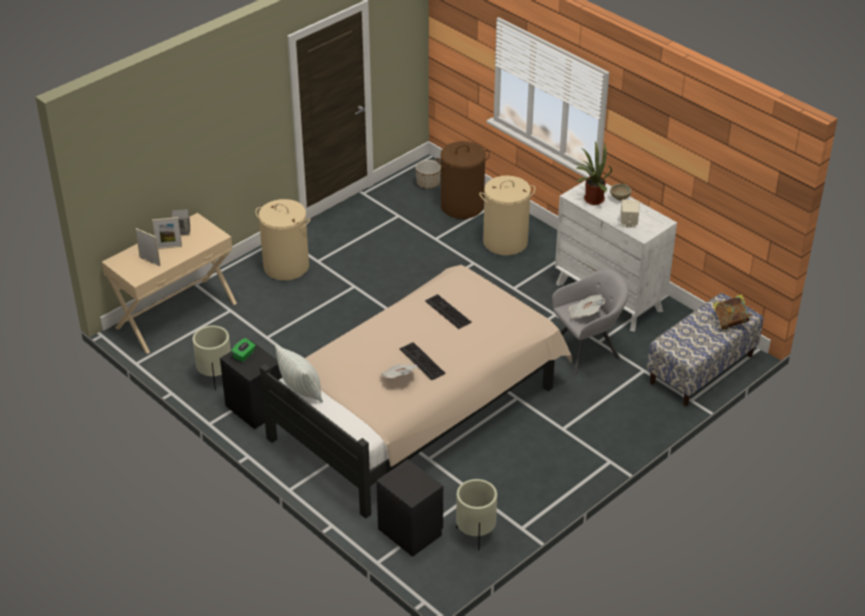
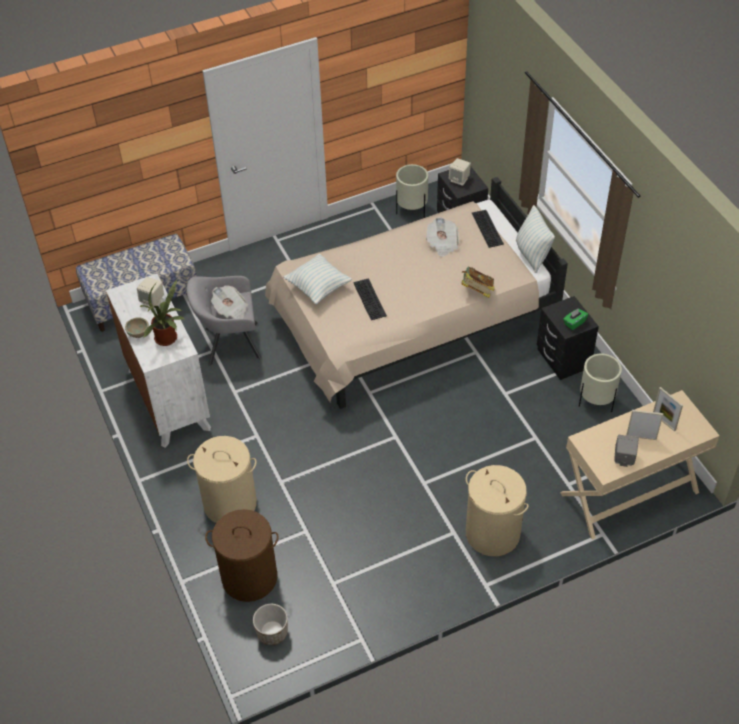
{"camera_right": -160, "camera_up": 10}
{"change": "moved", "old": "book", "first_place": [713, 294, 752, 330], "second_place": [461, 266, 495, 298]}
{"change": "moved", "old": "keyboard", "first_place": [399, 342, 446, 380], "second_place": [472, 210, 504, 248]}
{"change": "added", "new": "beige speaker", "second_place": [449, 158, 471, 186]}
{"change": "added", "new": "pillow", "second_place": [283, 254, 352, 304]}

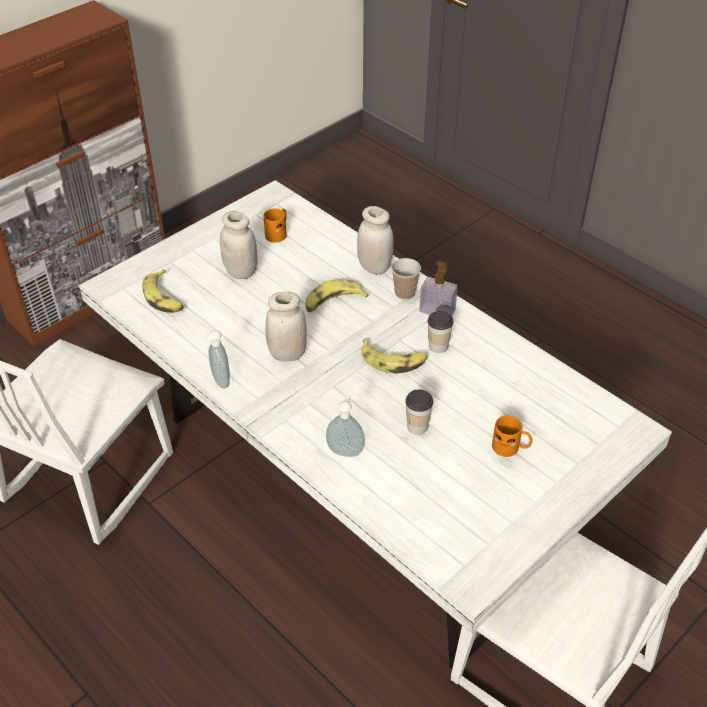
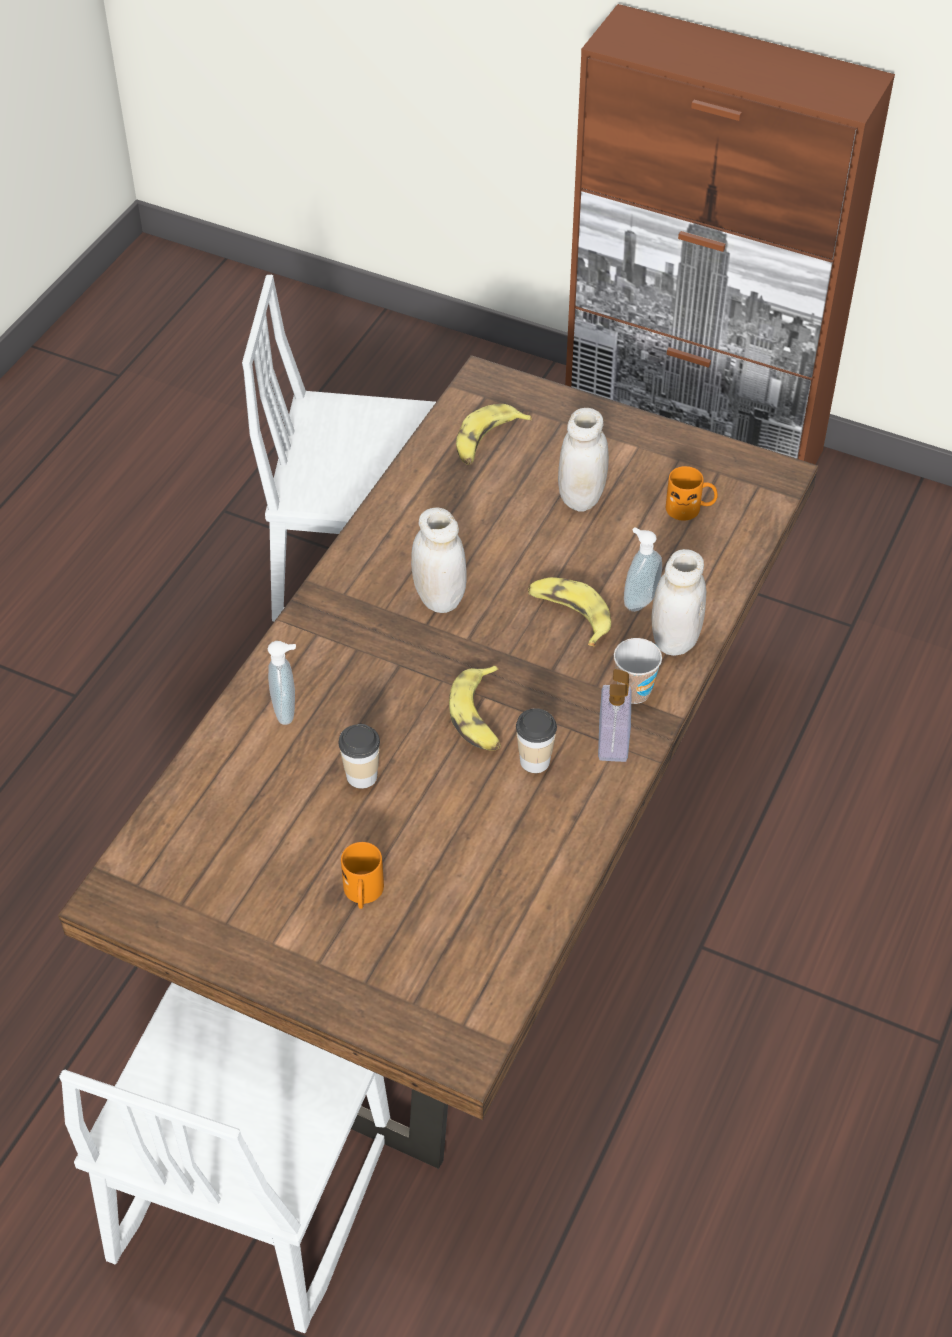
{"camera_right": 70, "camera_up": 5}
{"change": "recoloured", "old": "white dining table", "new": "brown dining table", "first_place": [79, 180, 672, 669], "second_place": [58, 355, 818, 1169]}
{"change": "moved", "old": "soap dispenser", "first_place": [203, 330, 230, 388], "second_place": [624, 527, 662, 612]}

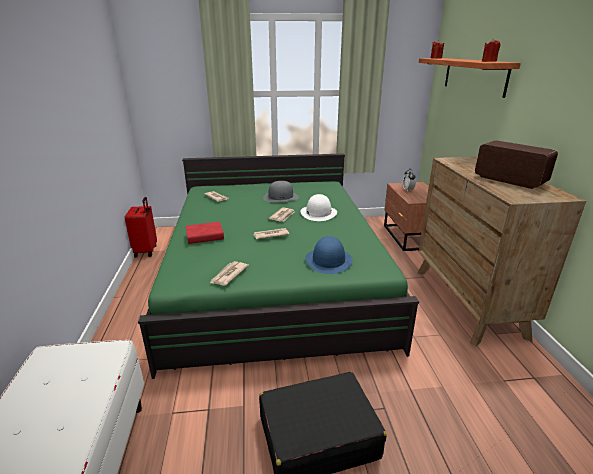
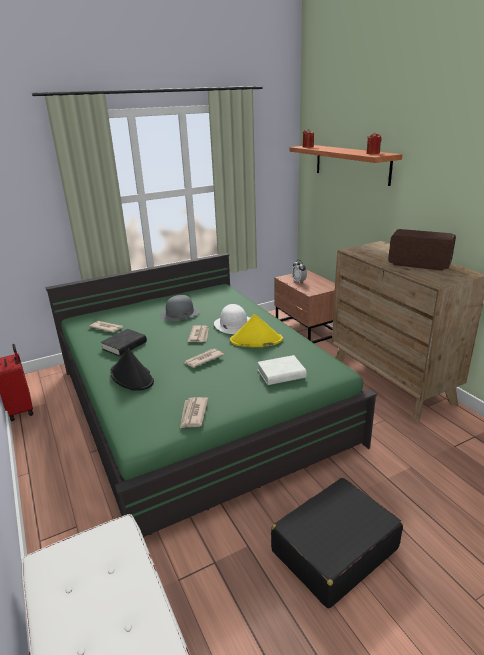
{"camera_right": -20, "camera_up": 0}
{"change": "replaced", "old": "red book", "new": "black hat", "first_place": [186, 222, 224, 244], "second_place": [110, 348, 154, 391]}
{"change": "replaced", "old": "blue hat", "new": "white book", "first_place": [305, 236, 353, 274], "second_place": [258, 355, 306, 385]}
{"change": "added", "new": "yellow hat", "second_place": [230, 314, 283, 347]}
{"change": "added", "new": "black book", "second_place": [101, 329, 147, 356]}

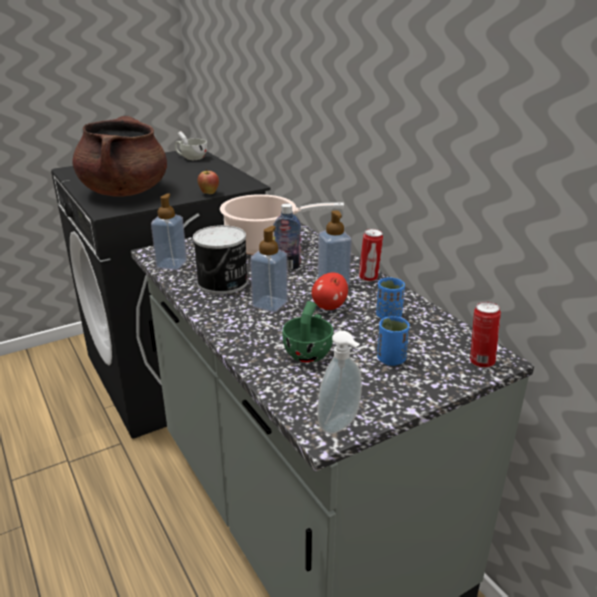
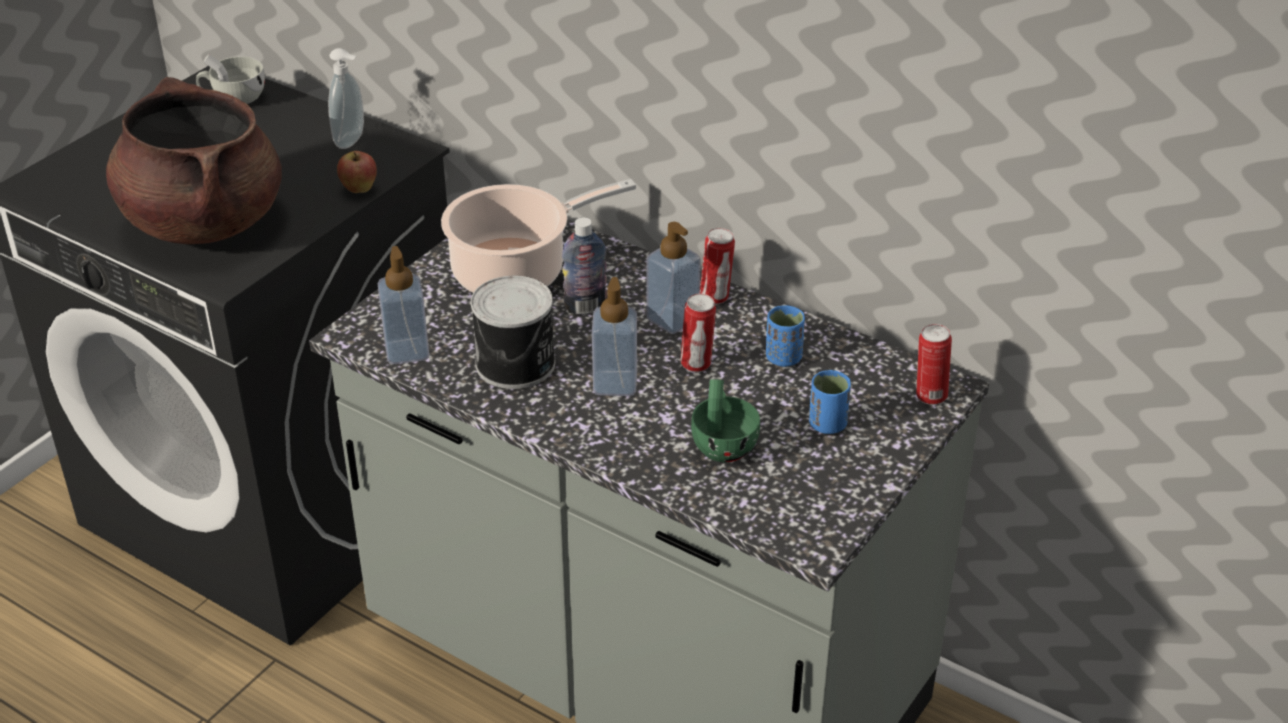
{"camera_right": -25, "camera_up": 10}
{"change": "replaced", "old": "apple", "new": "can", "first_place": [312, 273, 348, 310], "second_place": [680, 294, 716, 372]}
{"change": "moved", "old": "soap dispenser", "first_place": [317, 331, 362, 434], "second_place": [328, 48, 364, 149]}

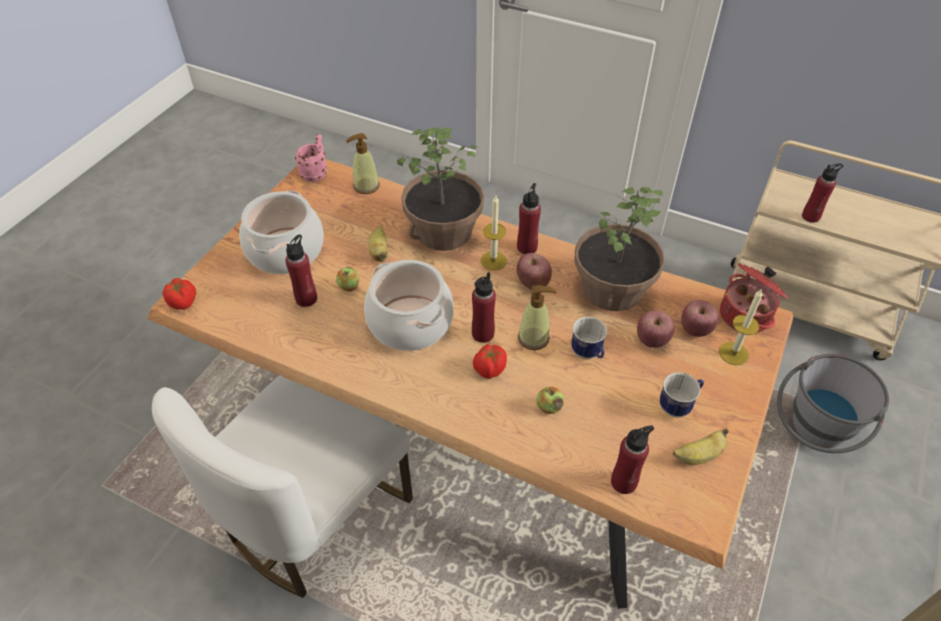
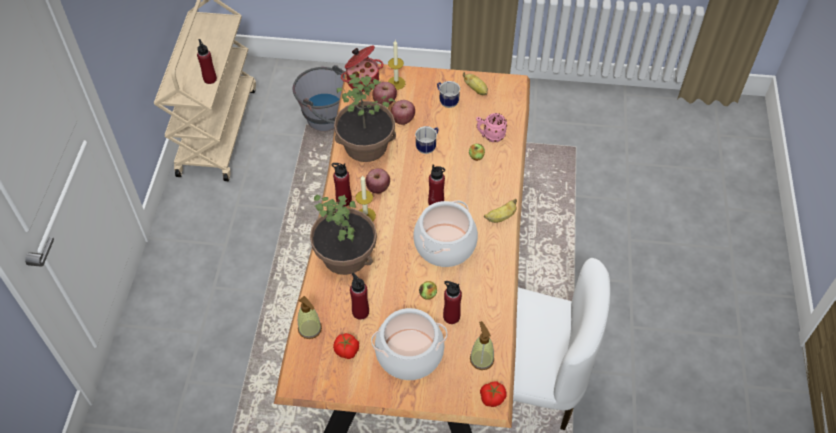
{"camera_right": -110, "camera_up": 5}
{"change": "moved", "old": "pink mug", "first_place": [295, 134, 327, 182], "second_place": [476, 113, 507, 142]}
{"change": "moved", "old": "banana", "first_place": [368, 225, 388, 262], "second_place": [484, 199, 517, 223]}
{"change": "moved", "old": "soap dispenser", "first_place": [518, 285, 557, 350], "second_place": [470, 321, 494, 370]}
{"change": "moved", "old": "tomato", "first_place": [473, 344, 507, 379], "second_place": [333, 333, 359, 359]}
{"change": "moved", "old": "red bottle", "first_place": [611, 425, 654, 494], "second_place": [350, 273, 369, 320]}

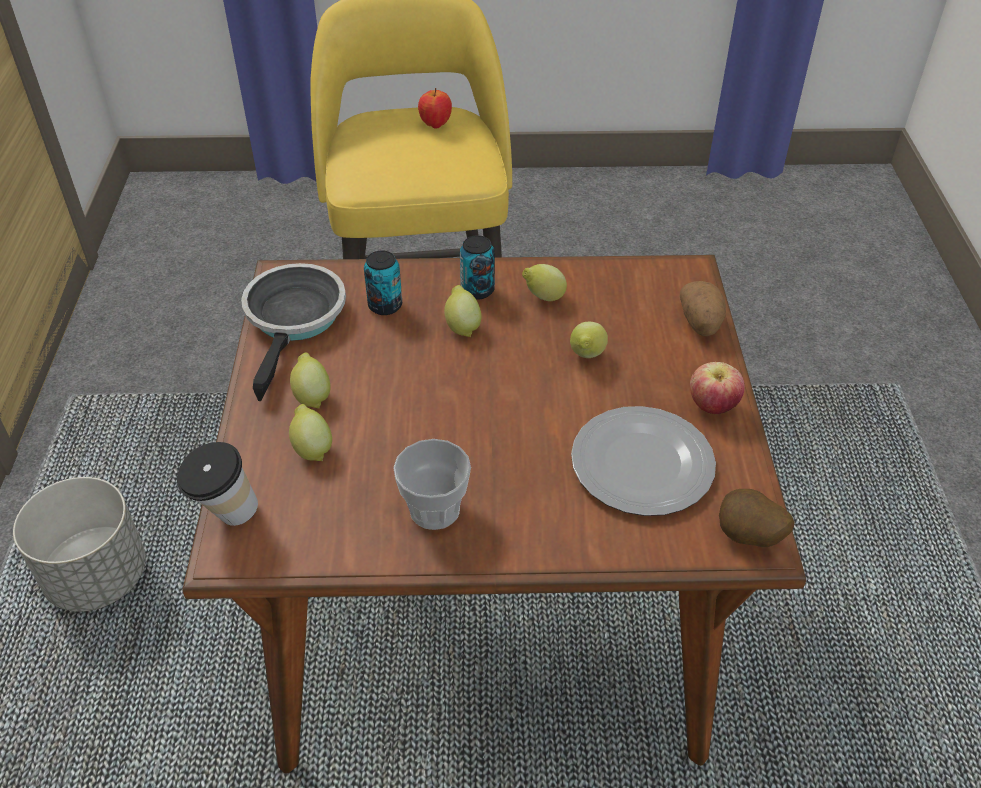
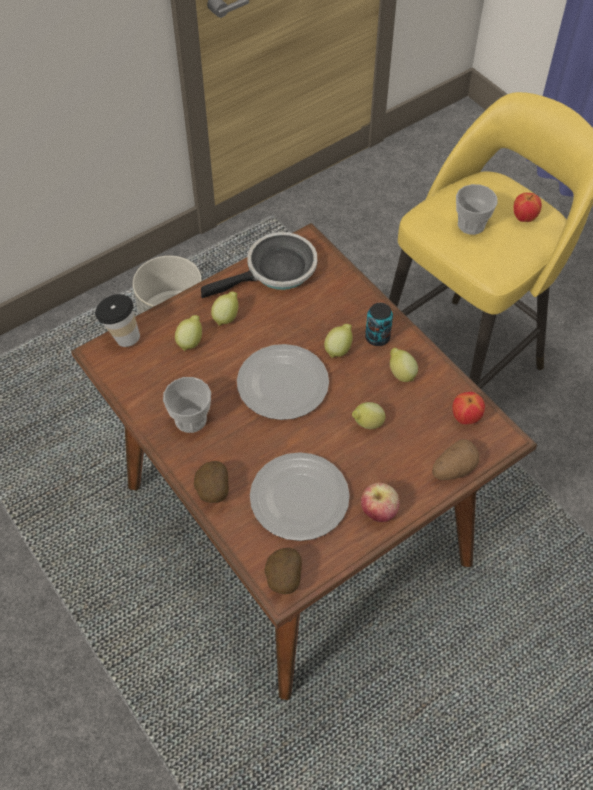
{"camera_right": 55, "camera_up": 10}
{"change": "removed", "old": "can", "first_place": [364, 250, 402, 315]}
{"change": "added", "new": "cup", "second_place": [456, 184, 498, 235]}
{"change": "added", "new": "plate", "second_place": [237, 344, 329, 420]}
{"change": "added", "new": "apple", "second_place": [452, 392, 485, 424]}
{"change": "added", "new": "potato", "second_place": [194, 461, 229, 503]}

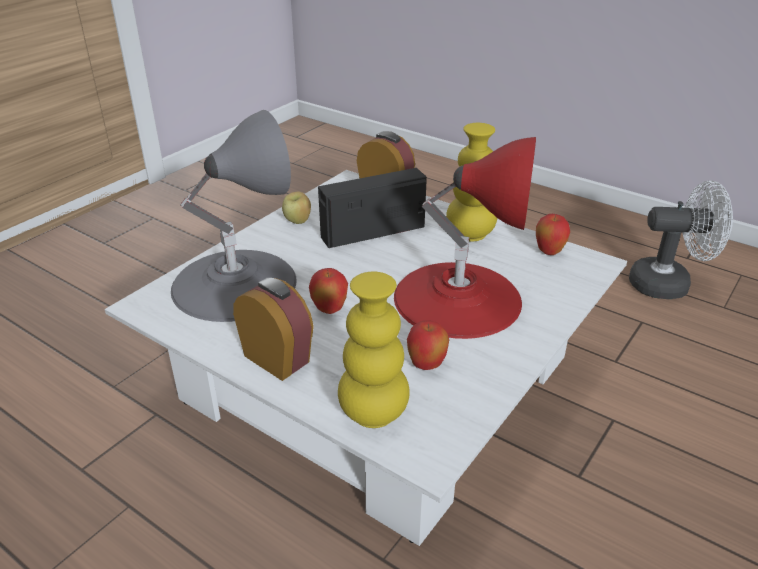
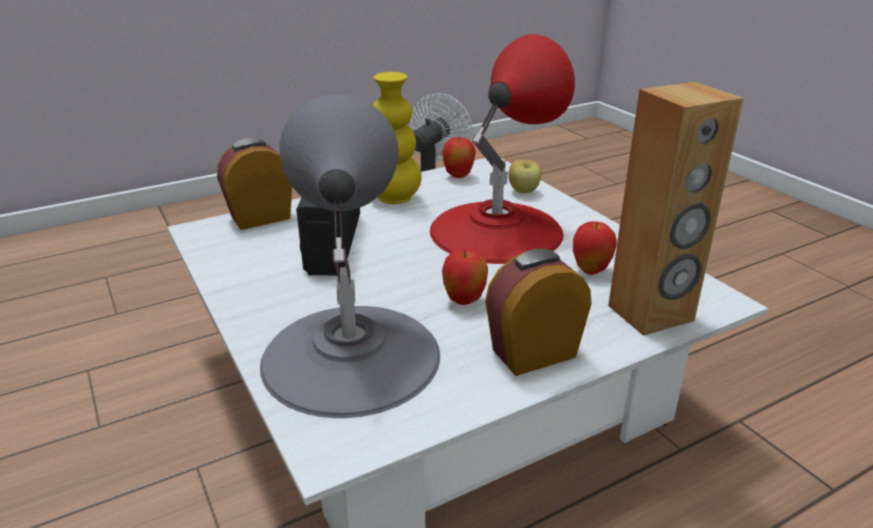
{"camera_right": -65, "camera_up": -5}
{"change": "moved", "old": "apple", "first_place": [282, 192, 311, 224], "second_place": [509, 160, 541, 193]}
{"change": "replaced", "old": "yellow vase", "new": "brown speaker", "first_place": [338, 272, 410, 428], "second_place": [608, 82, 744, 336]}

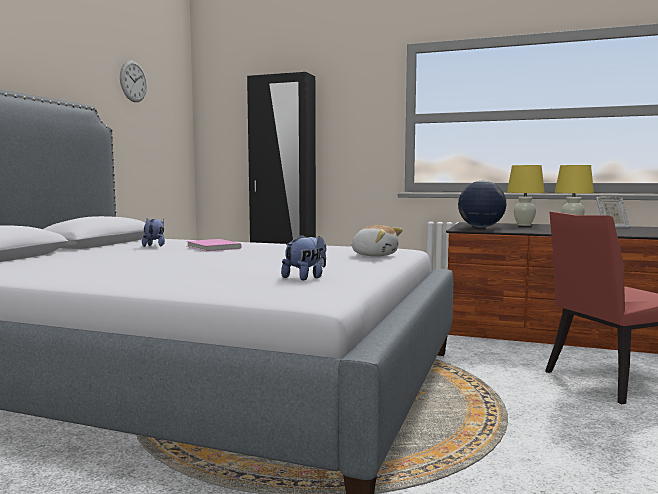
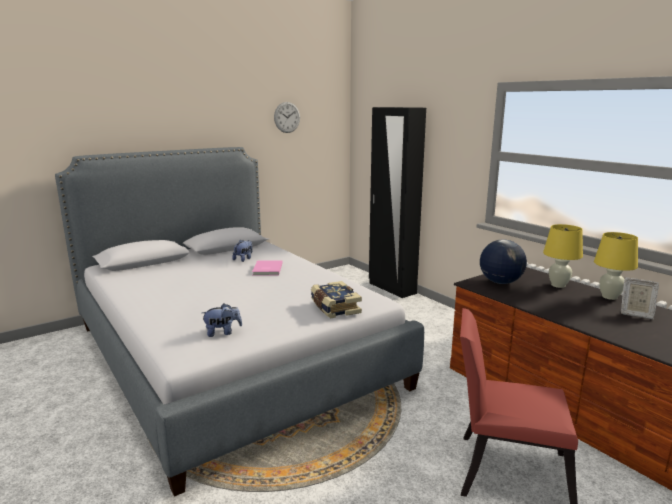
{"camera_right": 35, "camera_up": 10}
{"change": "replaced", "old": "plush toy", "new": "book", "first_place": [350, 225, 403, 257], "second_place": [311, 281, 362, 319]}

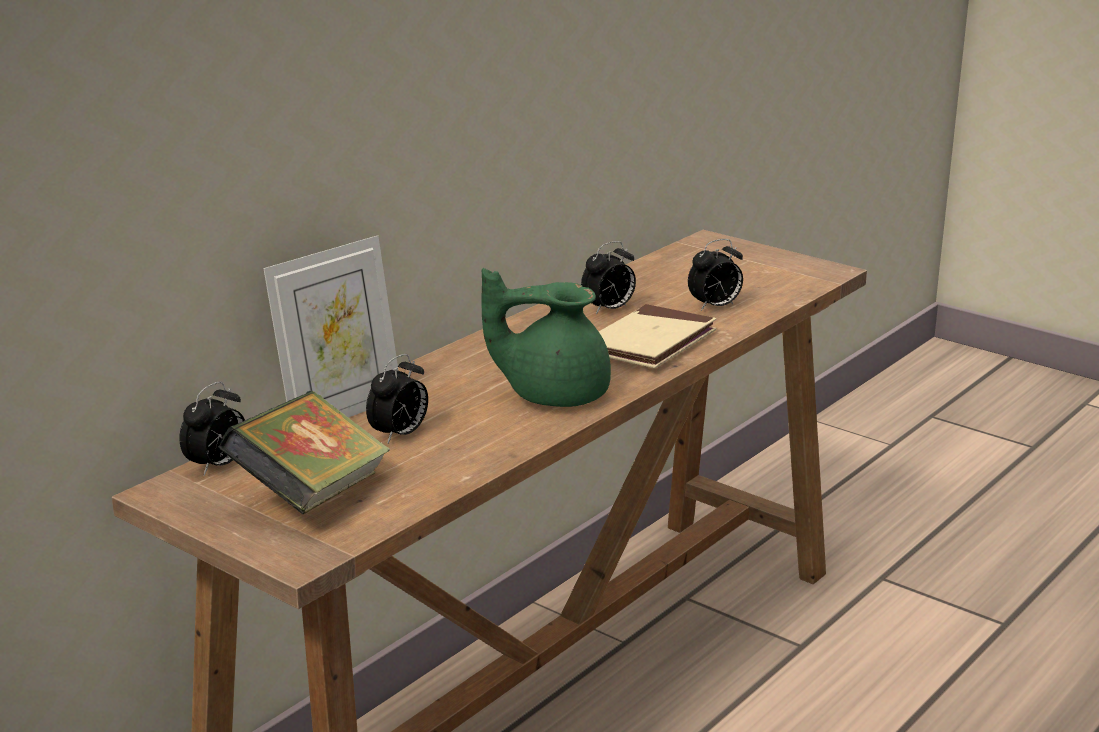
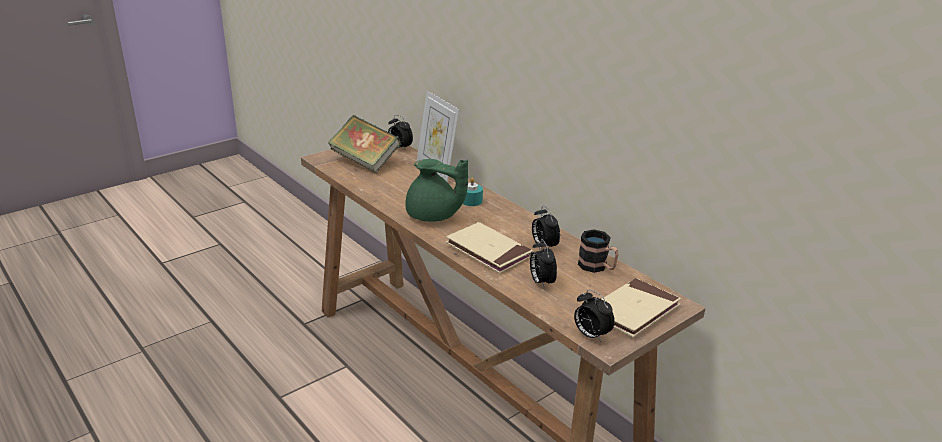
{"camera_right": 100, "camera_up": 5}
{"change": "turned", "old": "green teapot", "first_place": [481, 268, 611, 407], "second_place": [405, 159, 468, 222], "degrees": 105}
{"change": "moved", "old": "alarm clock", "first_place": [366, 354, 428, 444], "second_place": [574, 289, 615, 342]}
{"change": "added", "new": "turquoise candle", "second_place": [463, 177, 483, 206]}
{"change": "added", "new": "mug", "second_place": [578, 229, 619, 273]}
{"change": "added", "new": "beige book", "second_place": [602, 278, 681, 337]}

